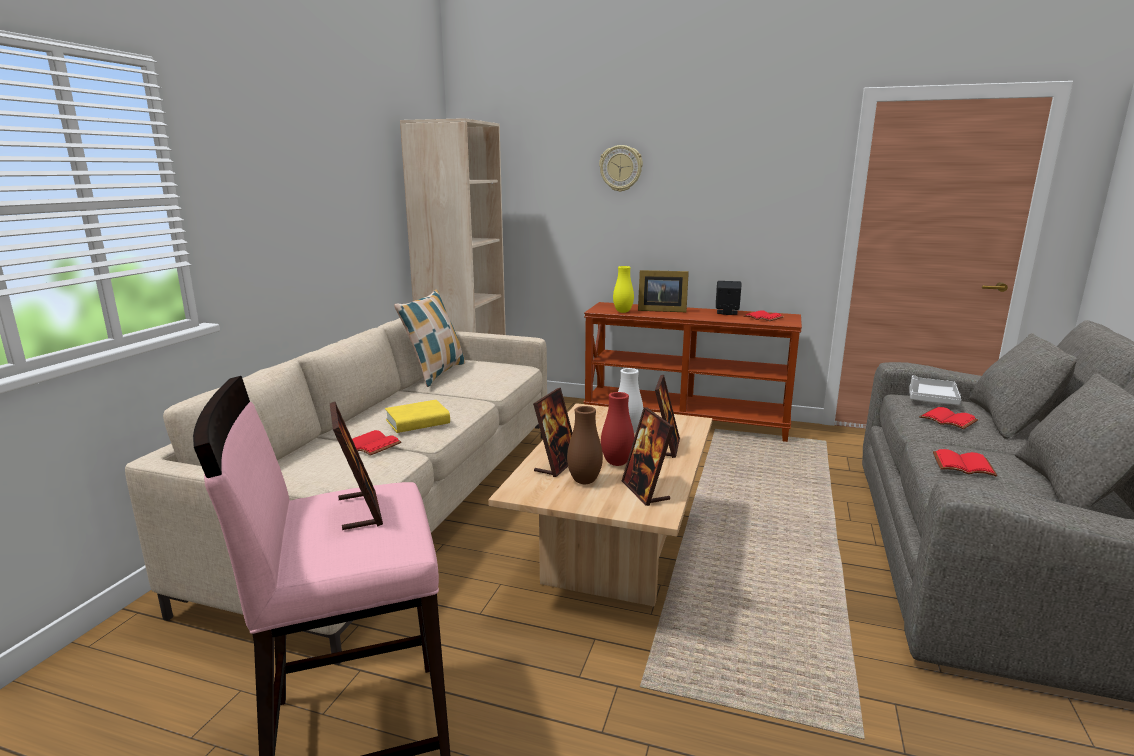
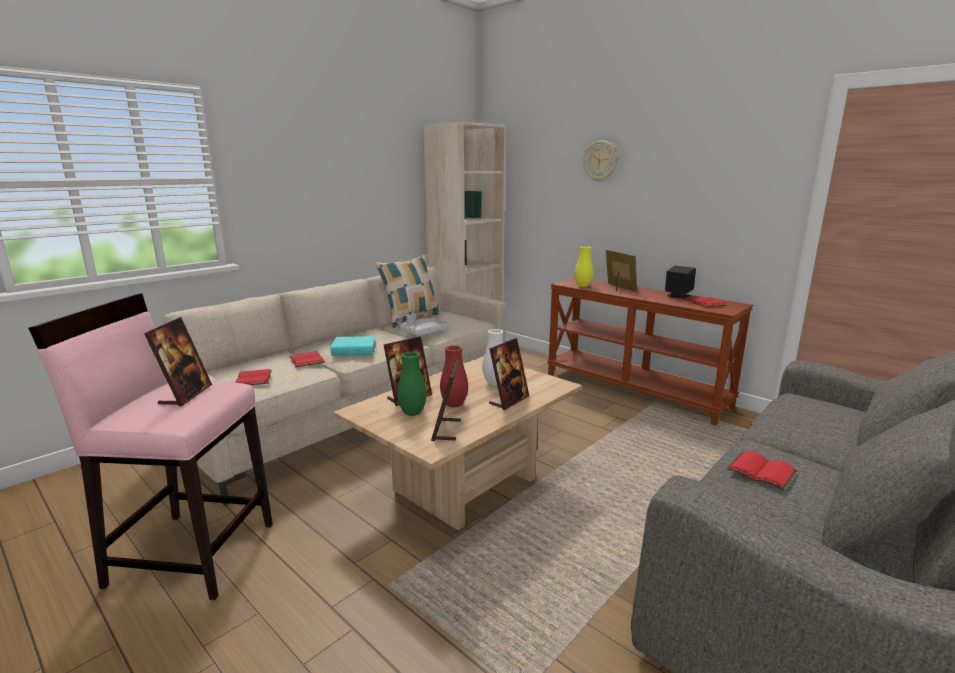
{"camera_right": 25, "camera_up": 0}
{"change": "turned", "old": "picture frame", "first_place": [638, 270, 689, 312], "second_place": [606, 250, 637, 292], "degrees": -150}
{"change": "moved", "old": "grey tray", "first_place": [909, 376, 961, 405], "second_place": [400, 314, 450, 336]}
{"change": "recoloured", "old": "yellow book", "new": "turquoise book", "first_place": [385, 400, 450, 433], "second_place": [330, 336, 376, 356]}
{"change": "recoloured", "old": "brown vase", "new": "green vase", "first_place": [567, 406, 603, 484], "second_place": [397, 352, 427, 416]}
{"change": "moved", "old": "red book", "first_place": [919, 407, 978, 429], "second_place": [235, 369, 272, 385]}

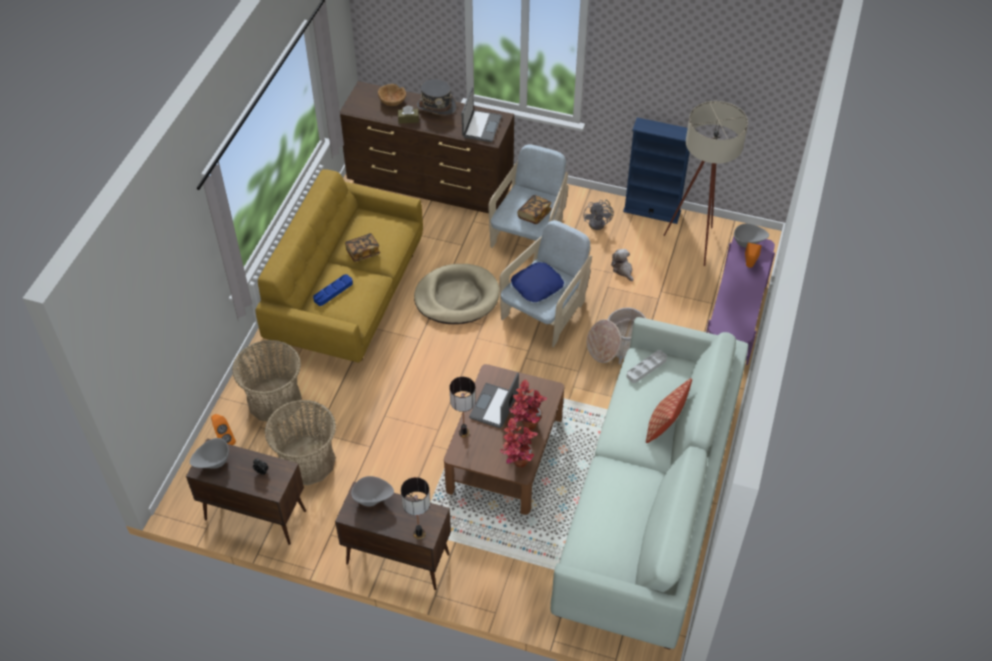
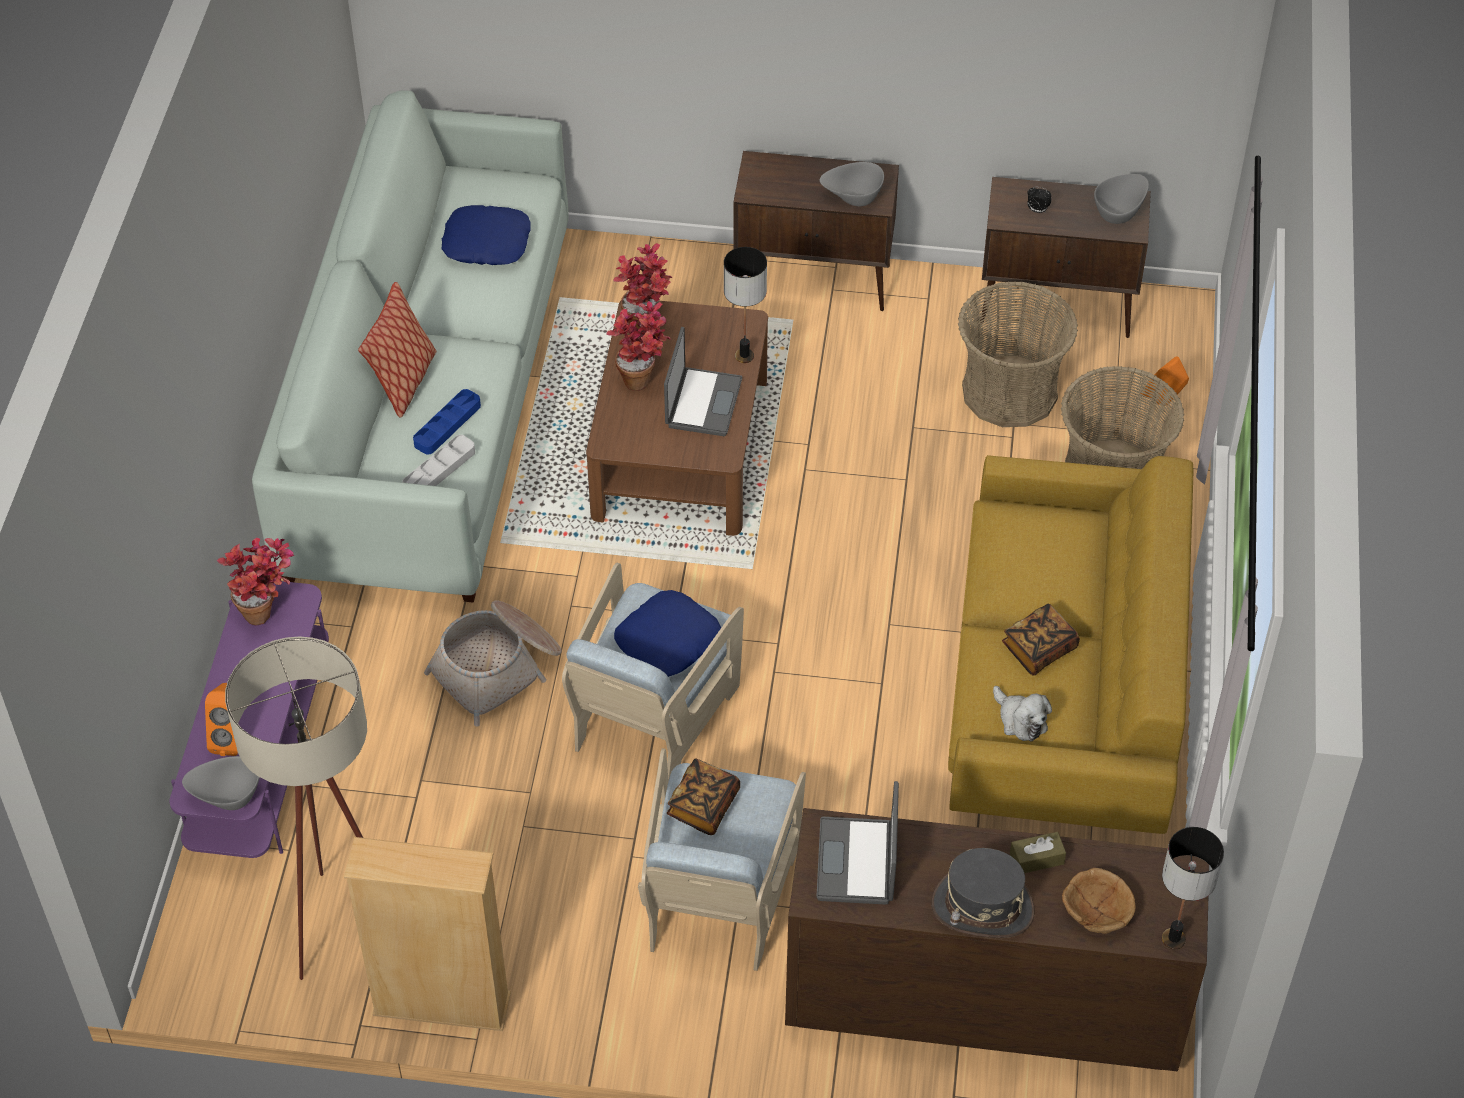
{"camera_right": 170, "camera_up": 0}
{"change": "recoloured", "old": "blue bookcase", "new": "beige bookcase", "first_place": [623, 118, 690, 224], "second_place": [344, 837, 511, 1031]}
{"change": "removed", "old": "grey fan", "first_place": [583, 200, 614, 230]}
{"change": "moved", "old": "plush toy", "first_place": [611, 249, 633, 281], "second_place": [993, 686, 1052, 742]}
{"change": "removed", "old": "beige dog bed", "first_place": [414, 264, 500, 324]}
{"change": "moved", "old": "blue tray", "first_place": [313, 274, 353, 306], "second_place": [413, 389, 481, 454]}
{"change": "moved", "old": "table lamp", "first_place": [401, 477, 430, 540], "second_place": [1162, 827, 1224, 949]}
{"change": "added", "new": "blue pillow", "second_place": [441, 205, 531, 265]}
{"change": "added", "new": "potted plant", "second_place": [217, 538, 294, 626]}

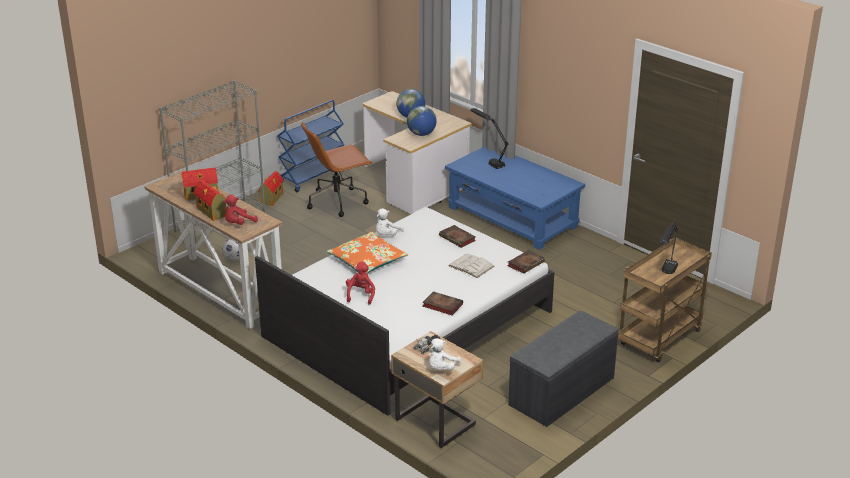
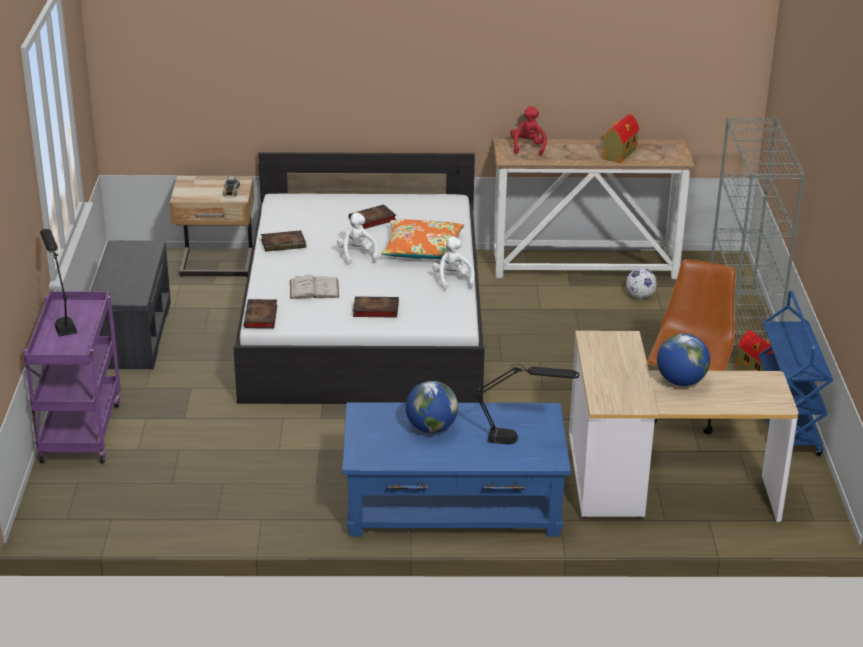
{"camera_right": 135, "camera_up": 0}
{"change": "moved", "old": "globe", "first_place": [407, 106, 437, 136], "second_place": [406, 381, 458, 433]}
{"change": "removed", "old": "toy house", "first_place": [194, 180, 226, 221]}
{"change": "recoloured", "old": "brown cart", "new": "purple cart", "first_place": [618, 238, 712, 362], "second_place": [23, 291, 121, 463]}
{"change": "replaced", "old": "red plush toy", "new": "book", "first_place": [346, 261, 375, 305], "second_place": [349, 204, 396, 229]}
{"change": "moved", "old": "white plush toy", "first_place": [429, 338, 461, 371], "second_place": [337, 212, 378, 265]}

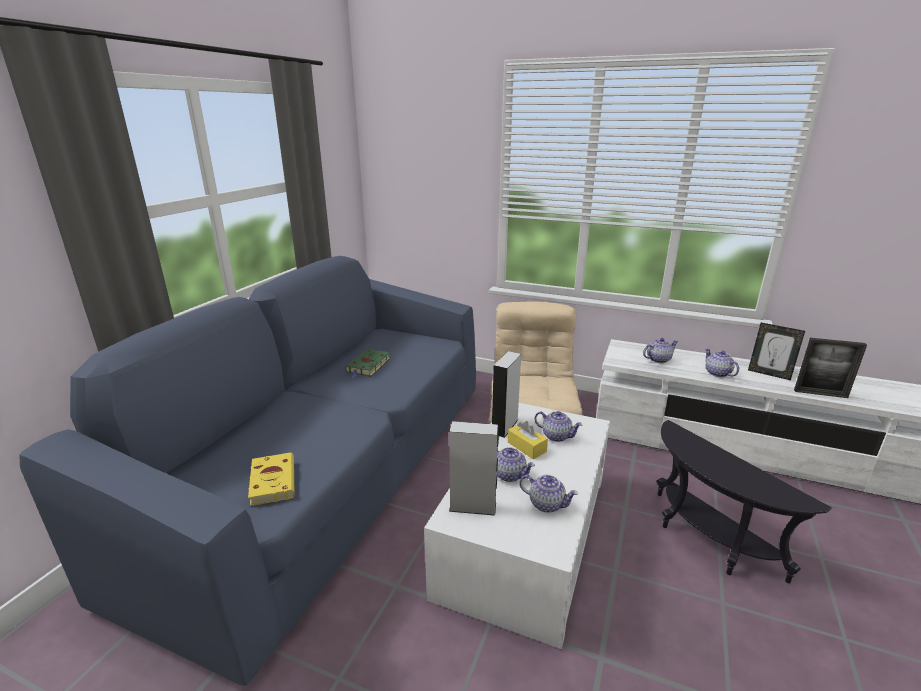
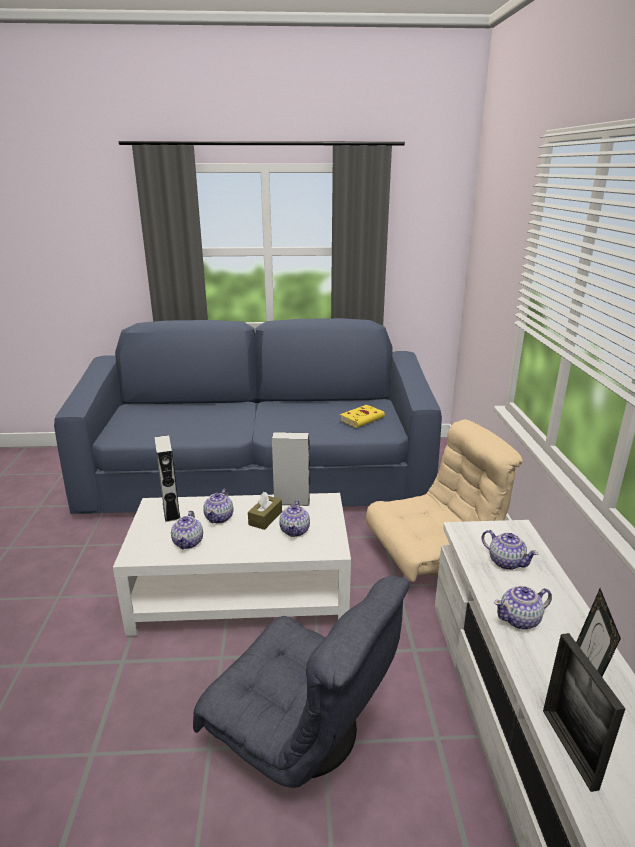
{"camera_right": 65, "camera_up": 0}
{"change": "turned", "old": "teapot", "first_place": [705, 348, 739, 377], "second_place": [494, 585, 552, 630], "degrees": -150}
{"change": "removed", "old": "green book", "first_place": [345, 349, 390, 379]}
{"change": "replaced", "old": "black side table", "new": "grey armchair", "first_place": [656, 420, 832, 583], "second_place": [193, 575, 410, 788]}
{"change": "recoloured", "old": "yellow tissue box", "new": "brown tissue box", "first_place": [508, 421, 548, 459], "second_place": [248, 492, 282, 530]}
{"change": "moved", "old": "yellow book", "first_place": [248, 452, 295, 506], "second_place": [340, 405, 385, 428]}

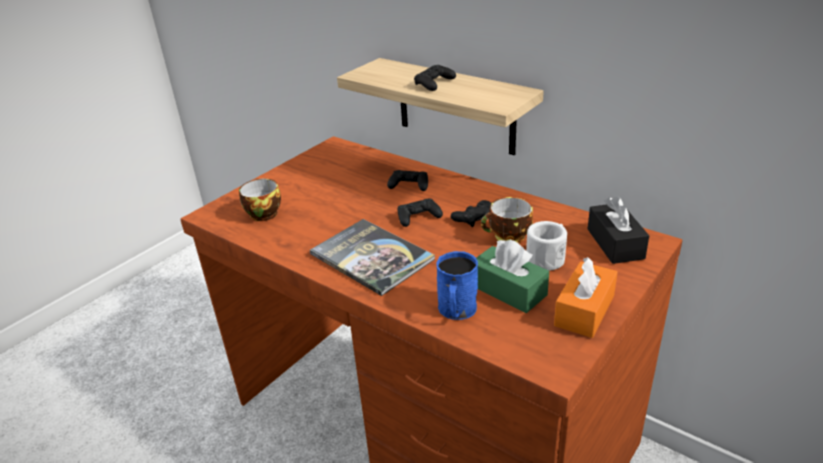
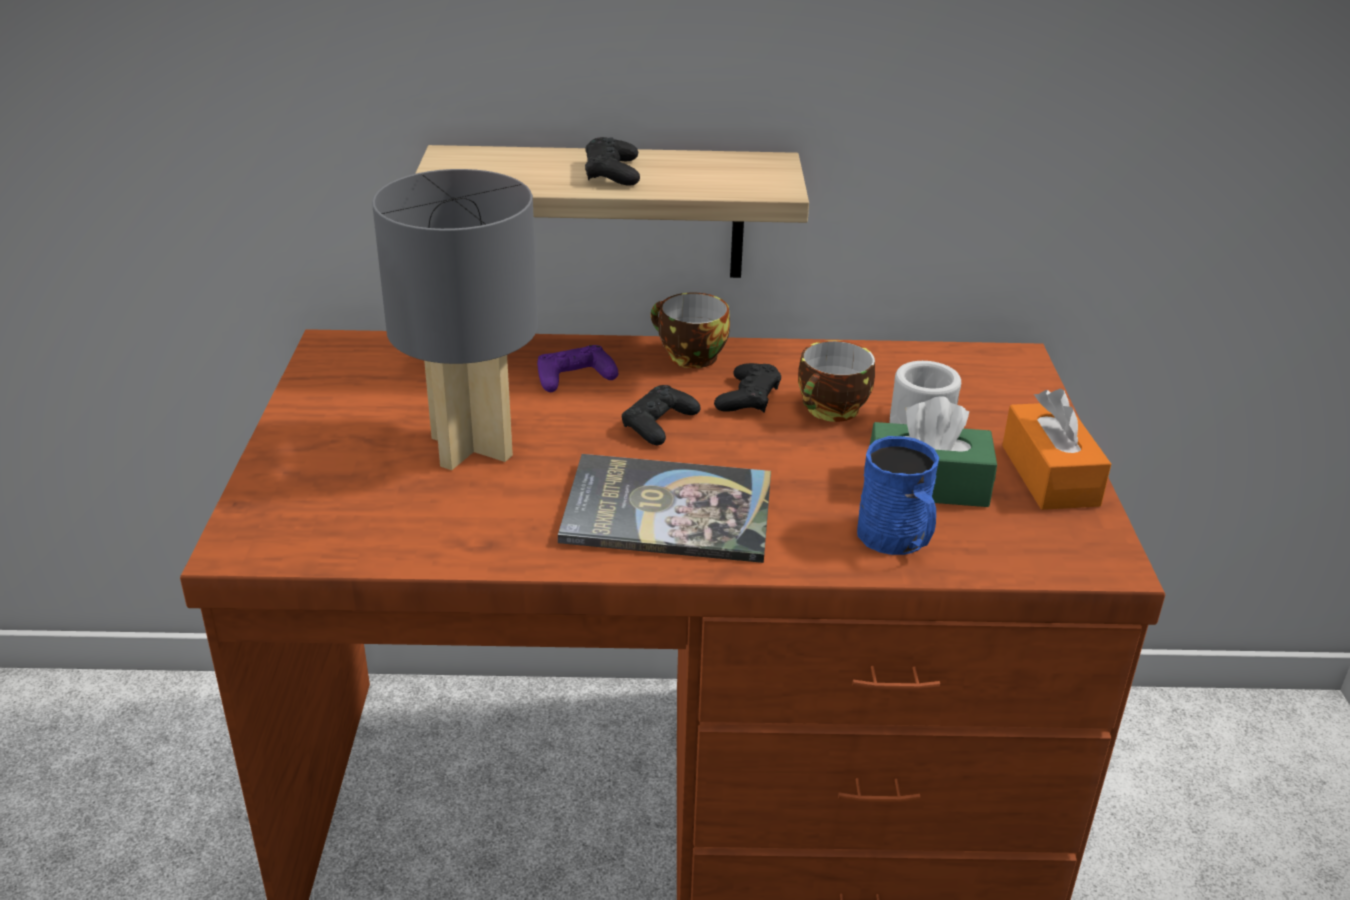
{"camera_right": -40, "camera_up": 0}
{"change": "recoloured", "old": "black game controller", "new": "purple game controller", "first_place": [387, 170, 428, 191], "second_place": [537, 345, 618, 392]}
{"change": "moved", "old": "cup", "first_place": [239, 179, 281, 221], "second_place": [651, 293, 730, 368]}
{"change": "removed", "old": "black tissue box", "first_place": [588, 196, 649, 264]}
{"change": "added", "new": "grey table lamp", "second_place": [372, 169, 538, 470]}

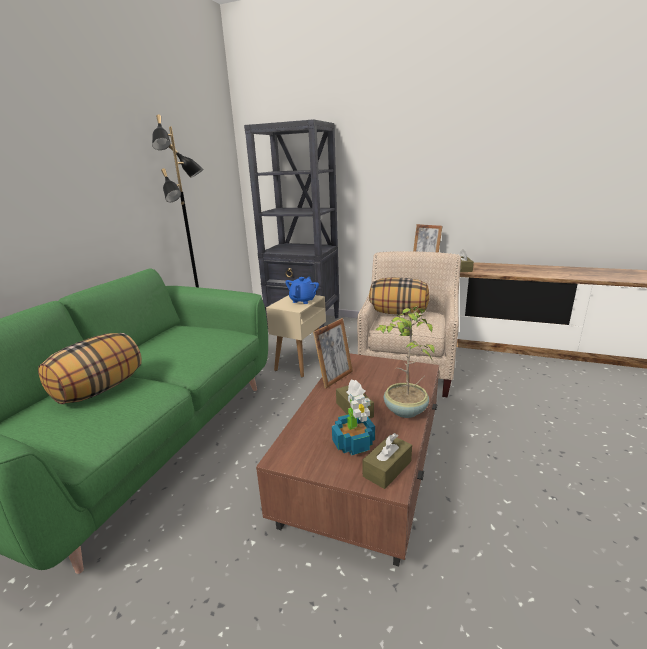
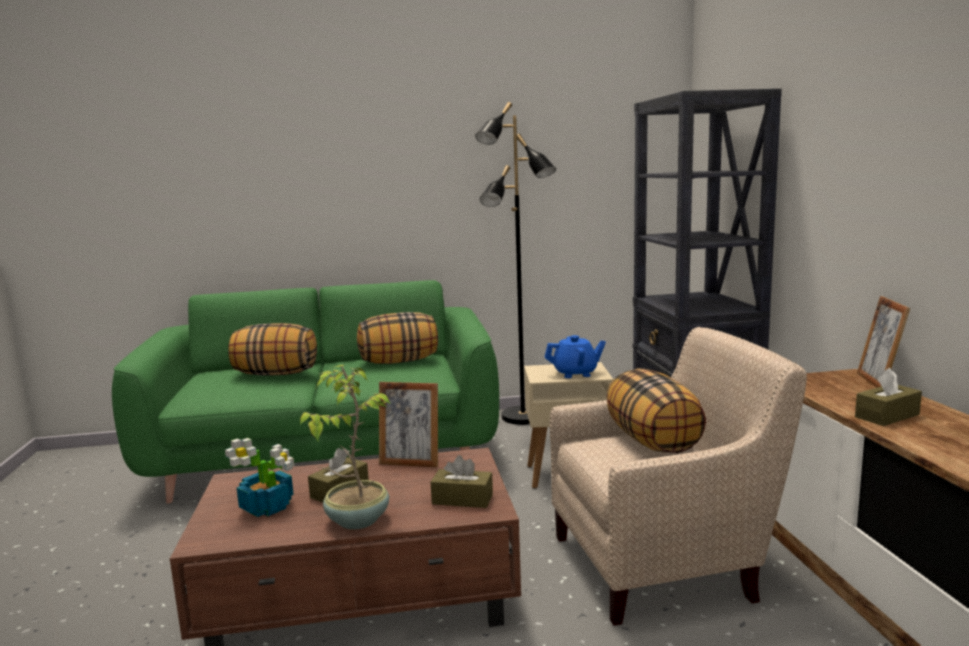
{"camera_right": 60, "camera_up": -10}
{"change": "moved", "old": "brown tissue box", "first_place": [363, 433, 412, 489], "second_place": [431, 455, 493, 508]}
{"change": "added", "new": "pillow", "second_place": [357, 312, 438, 364]}

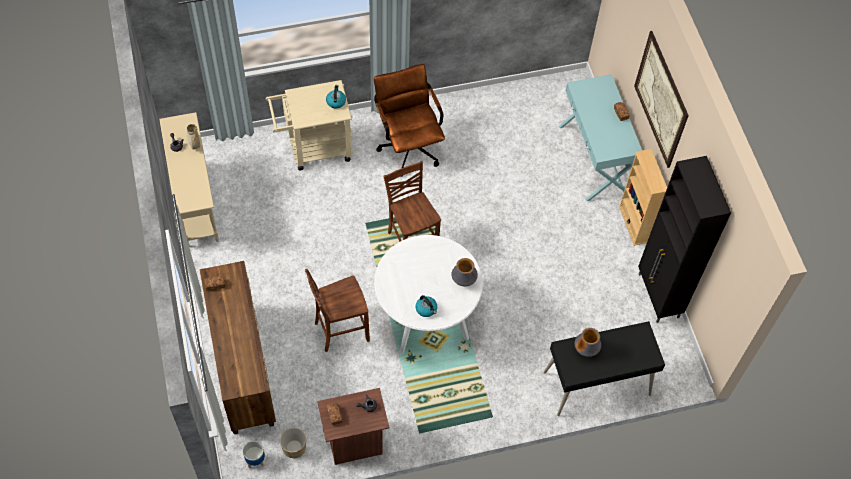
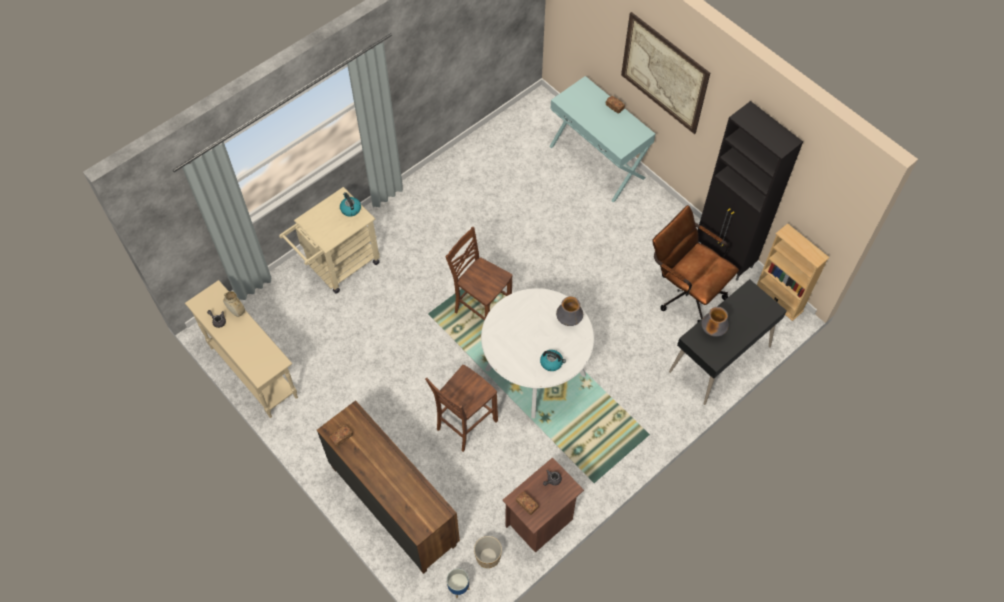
{"camera_right": -25, "camera_up": 0}
{"change": "moved", "old": "brown office chair", "first_place": [374, 64, 445, 177], "second_place": [652, 205, 739, 323]}
{"change": "moved", "old": "beige bookcase", "first_place": [619, 149, 667, 246], "second_place": [757, 223, 830, 321]}

